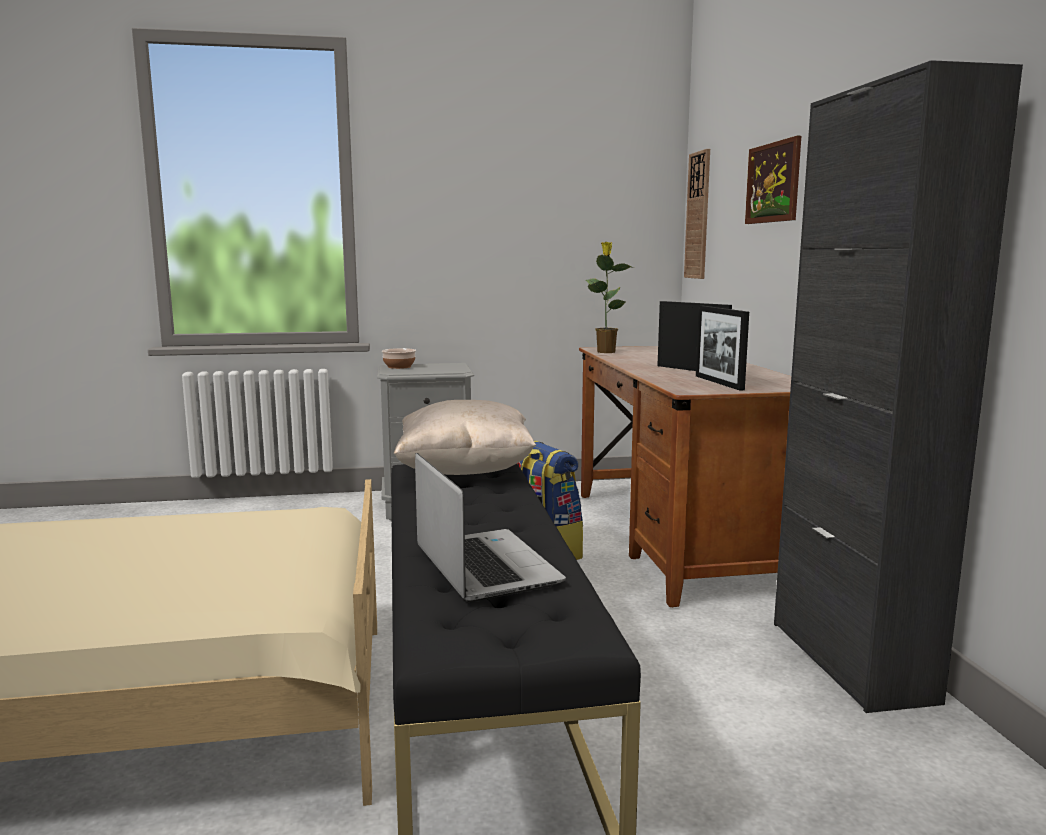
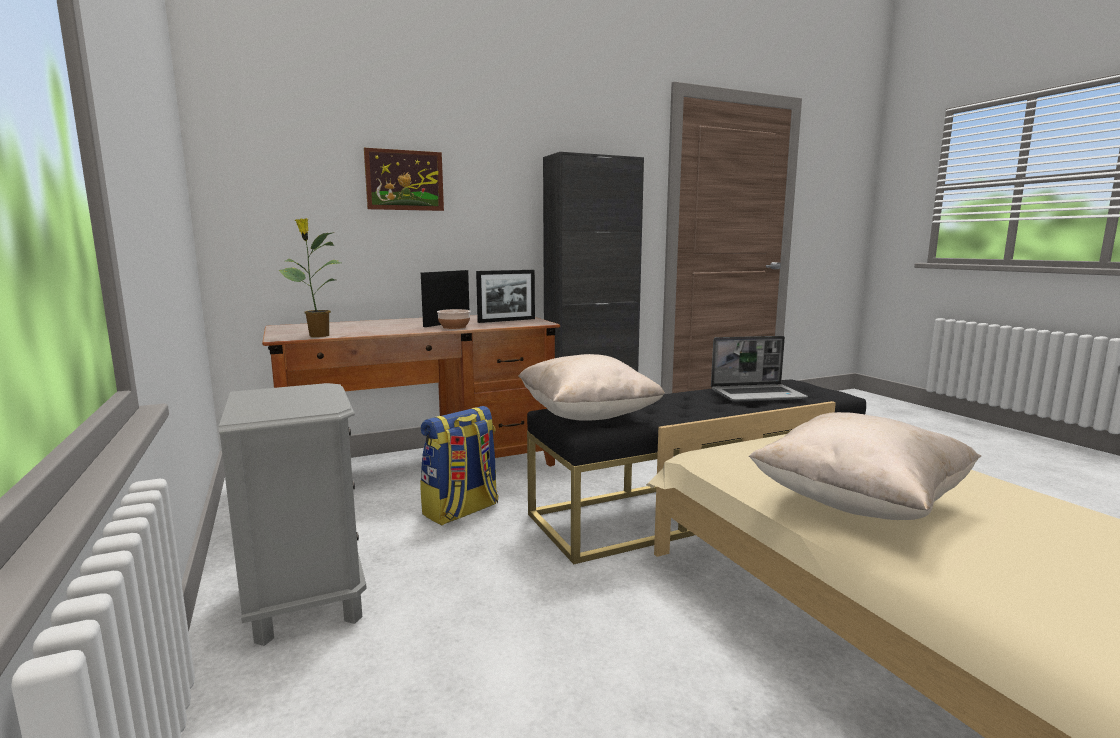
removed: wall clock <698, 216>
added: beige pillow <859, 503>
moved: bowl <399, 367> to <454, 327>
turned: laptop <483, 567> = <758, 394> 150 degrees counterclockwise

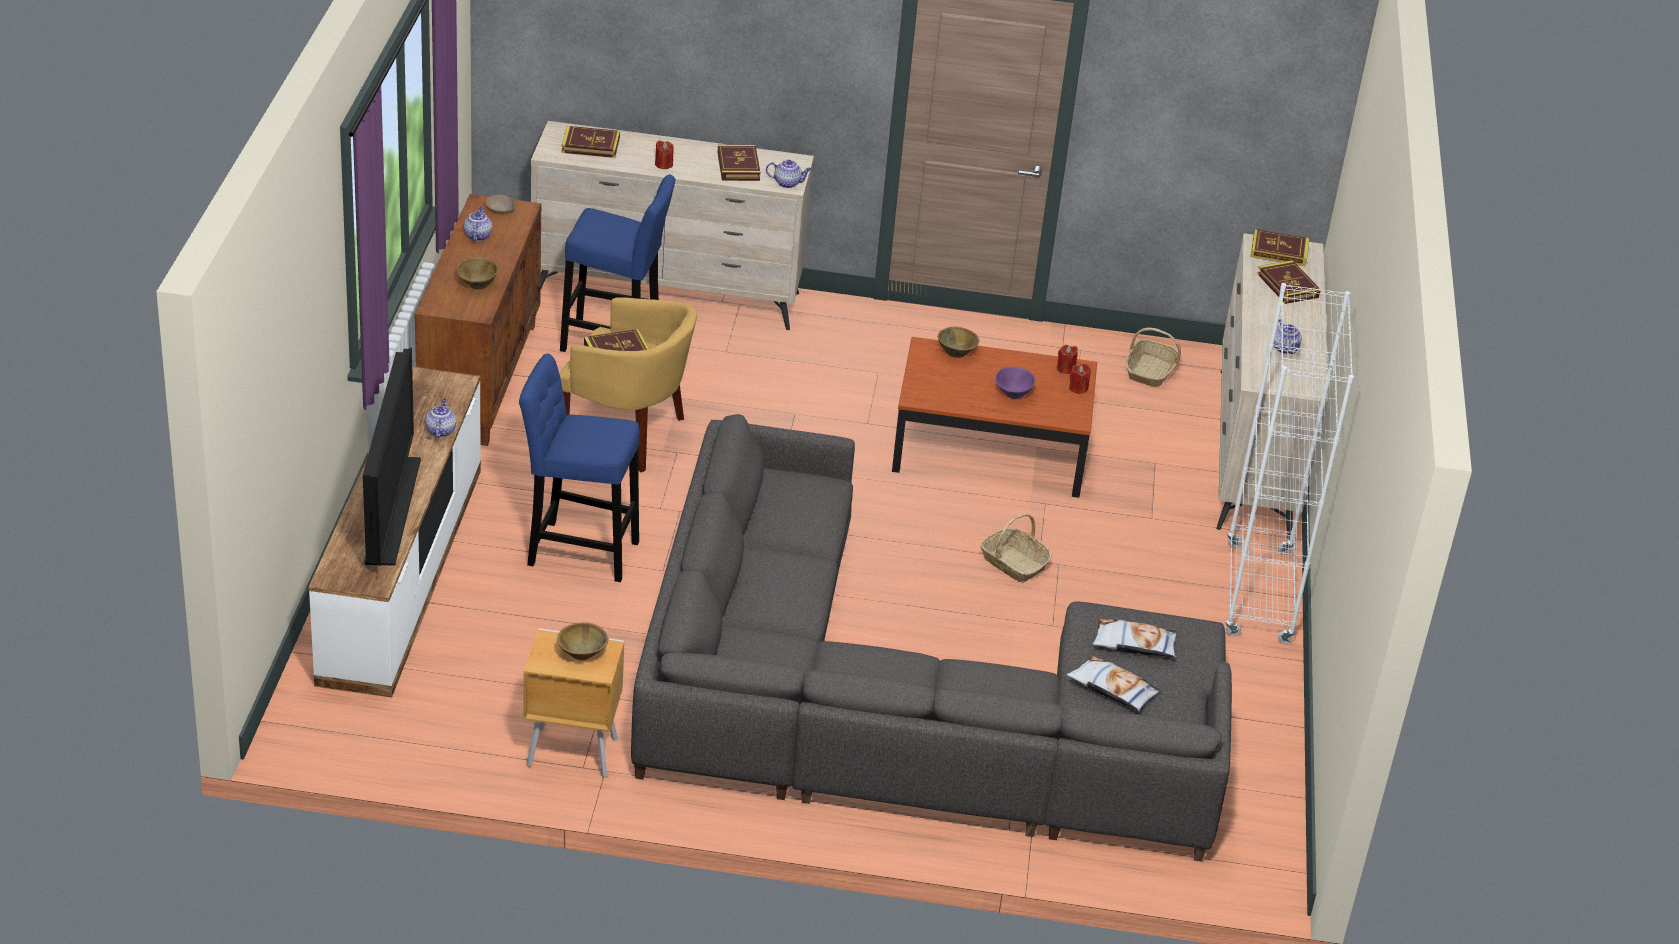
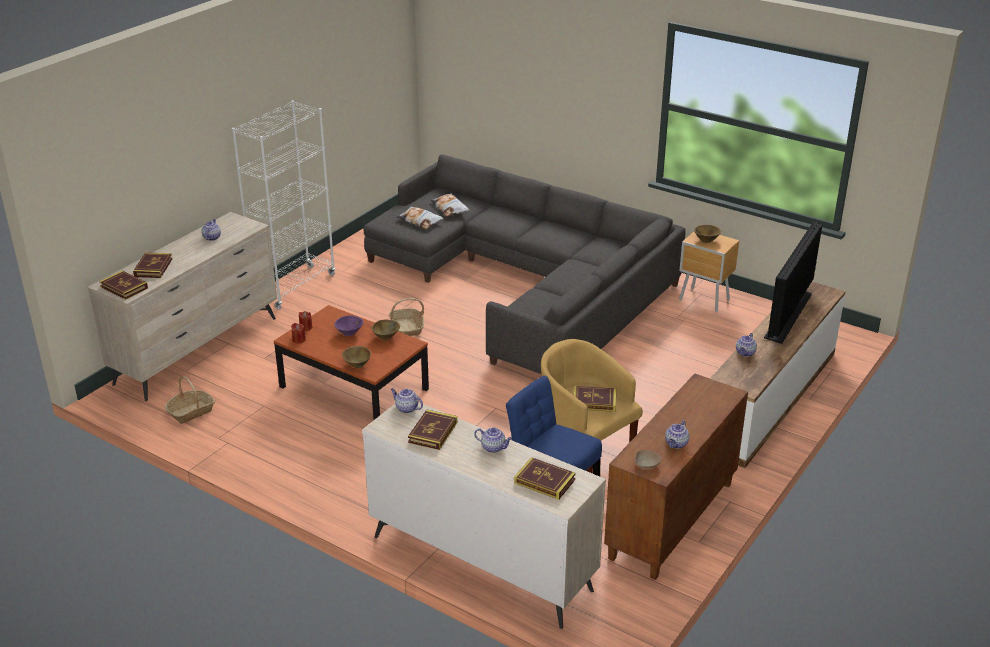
removed: blue stool <577, 550>
moved: brown bowl <477, 284> to <386, 337>
replaced: red candle <663, 164> to teapot <493, 447>

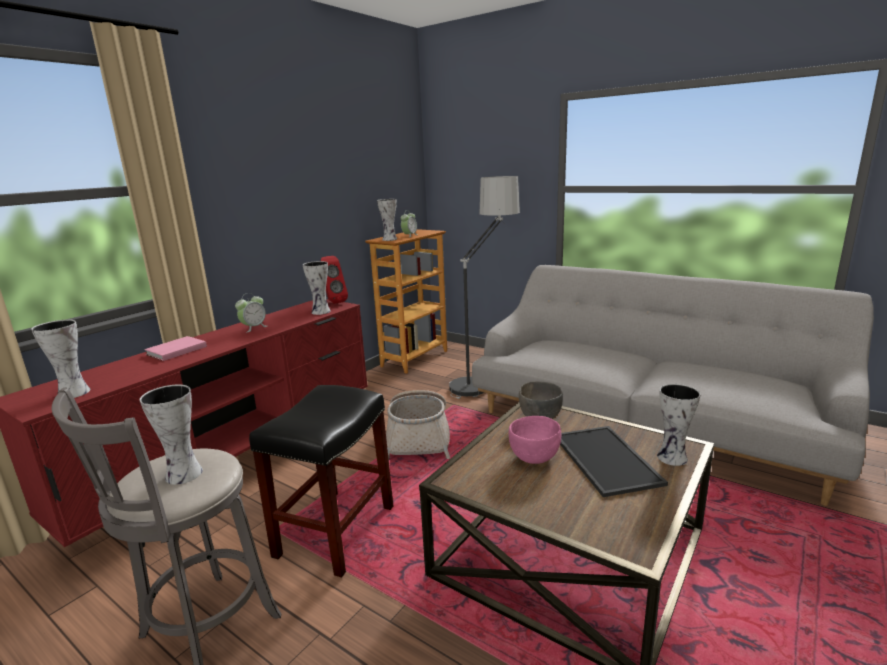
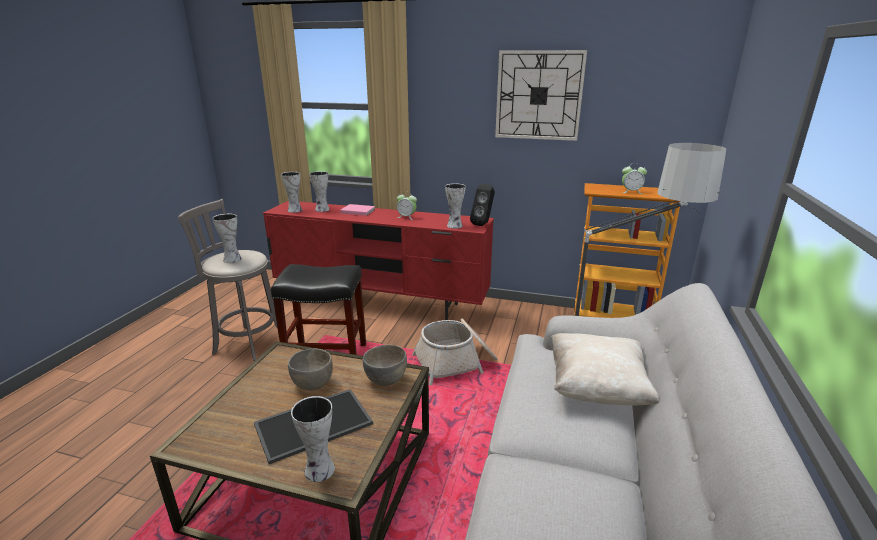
added: wall clock <539, 95>; beige pillow <596, 388>
moved: vase <390, 239> to <321, 209>
recoloured: red speaker <333, 302> to black speaker <483, 224>; pink bowl <535, 458> to grey bowl <313, 384>

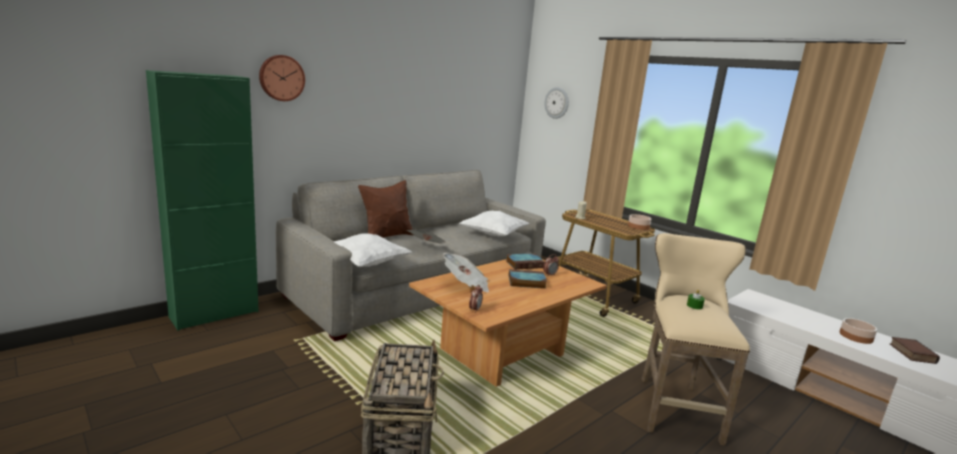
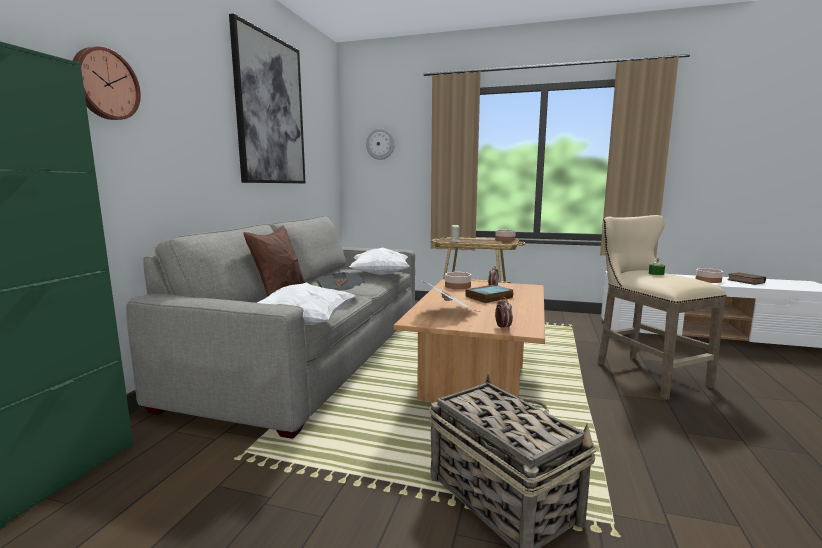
added: picture <270, 111>
replaced: book <525, 264> to bowl <458, 286>

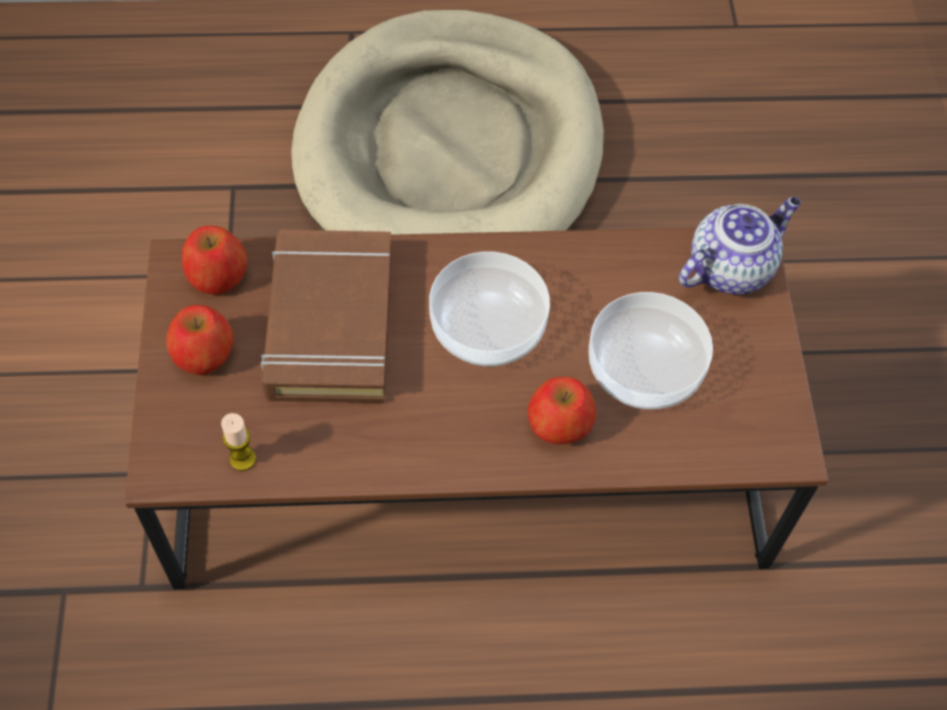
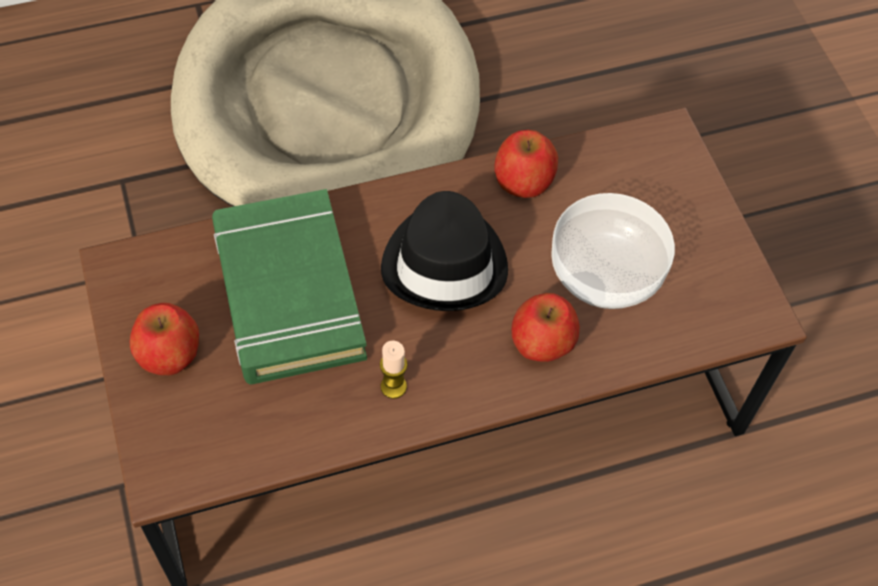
removed: teapot <730, 267>
moved: apple <217, 275> to <524, 179>; candle <242, 459> to <393, 387>
replaced: bowl <489, 327> to black hat <446, 262>
recoloured: brown book <329, 323> to green book <288, 293>

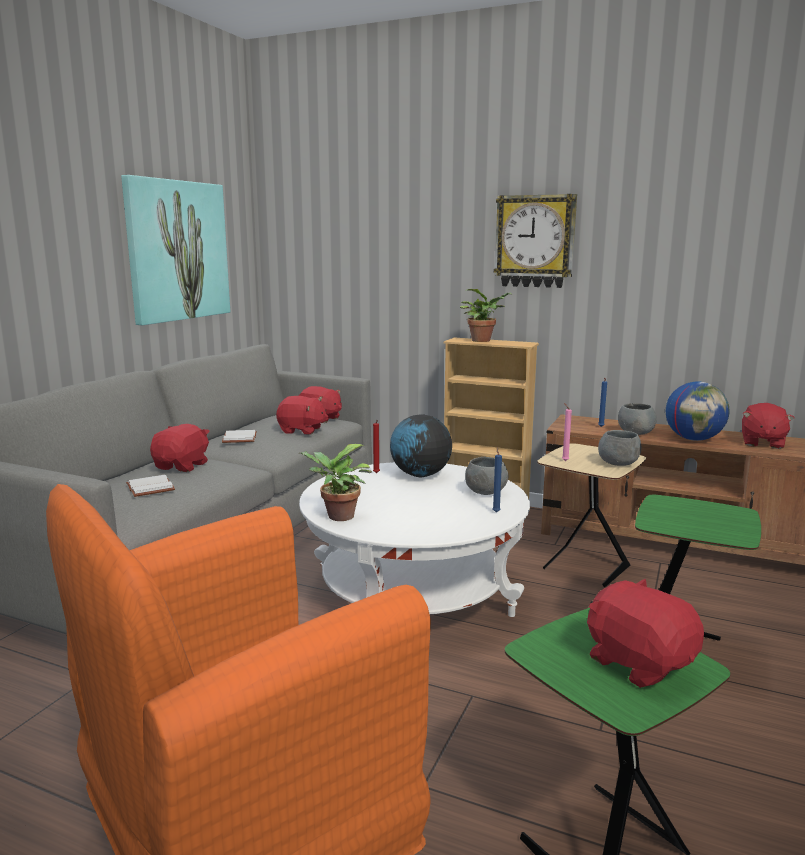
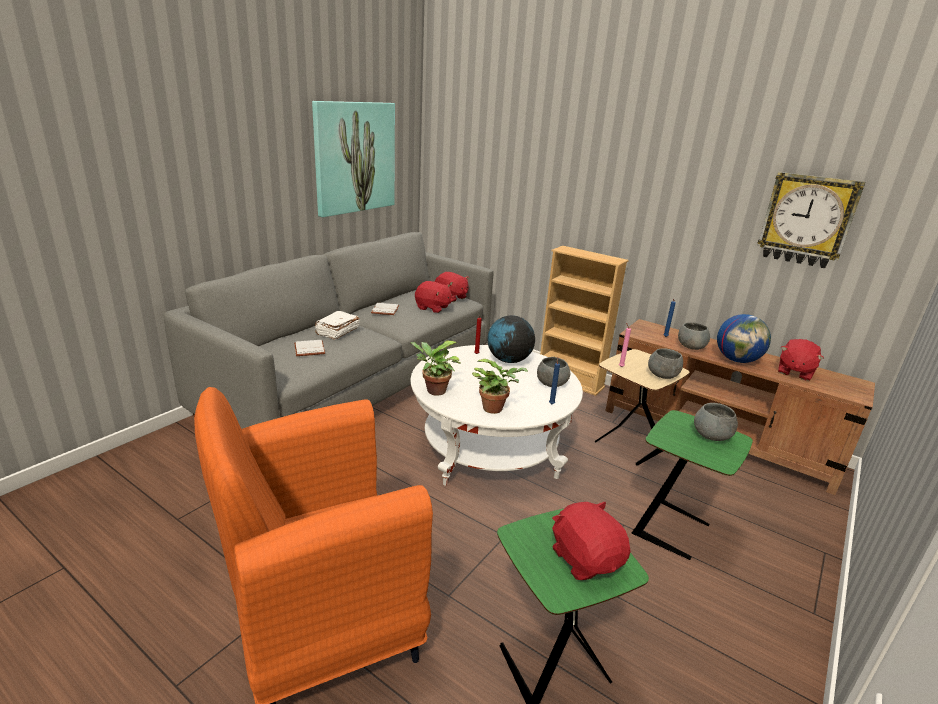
added: grey bowl <712, 436>
moved: potted plant <483, 340> to <495, 408>; wall clock <535, 241> to <807, 220>
replaced: red plush toy <182, 466> to white book <337, 332>

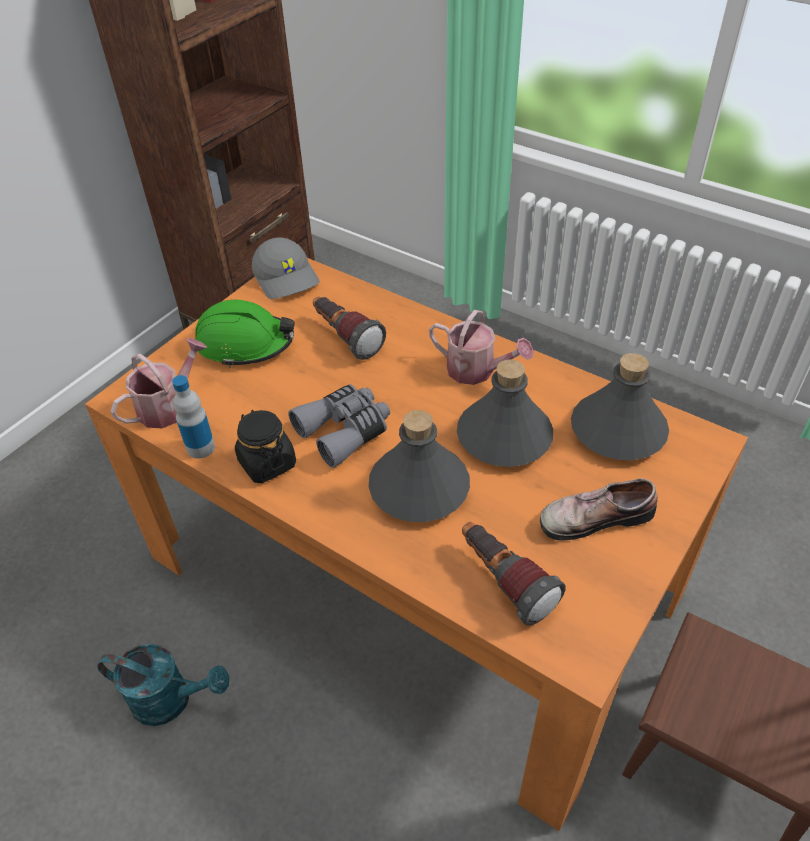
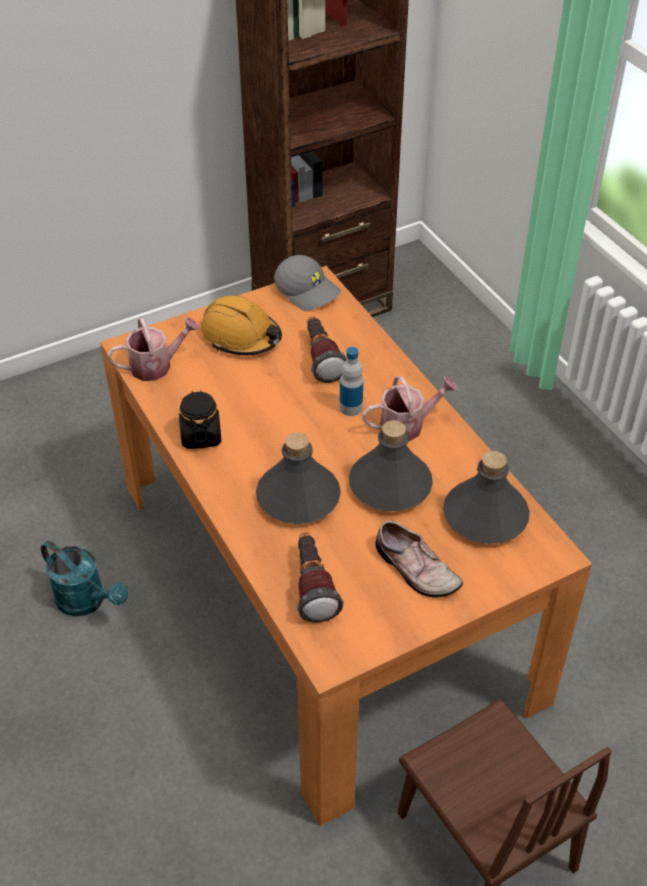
removed: grey binoculars <345, 430>
moved: bottle <200, 447> to <351, 407>
recoloured: green hard hat <245, 344> to orange hard hat <241, 336>
turned: grey cap <287, 278> = <308, 290> 45 degrees counterclockwise; watering can <477, 371> = <407, 425> 75 degrees counterclockwise; shoe <594, 516> = <414, 570> 150 degrees counterclockwise

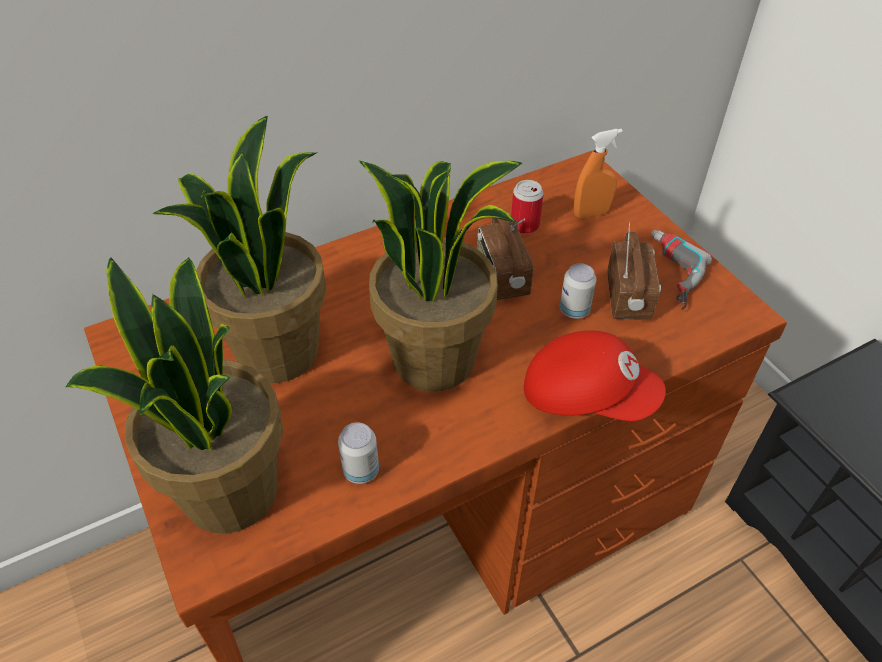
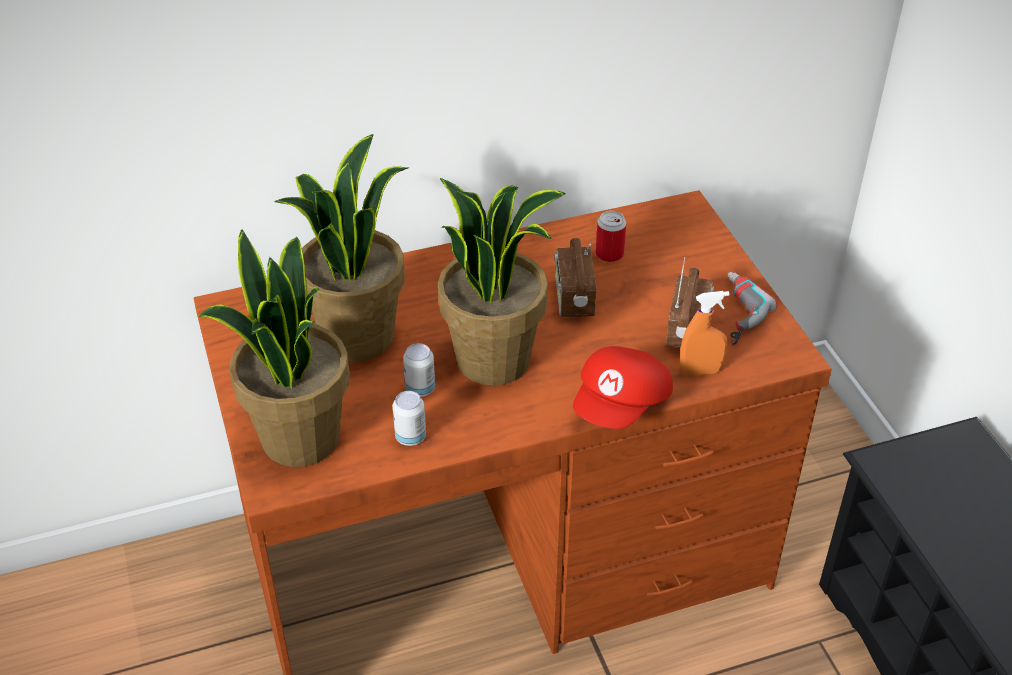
moved: can <574, 310> to <420, 389>; orange spray bottle <591, 213> to <700, 371>
turned: red cap <587, 395> = <621, 405> 90 degrees clockwise

